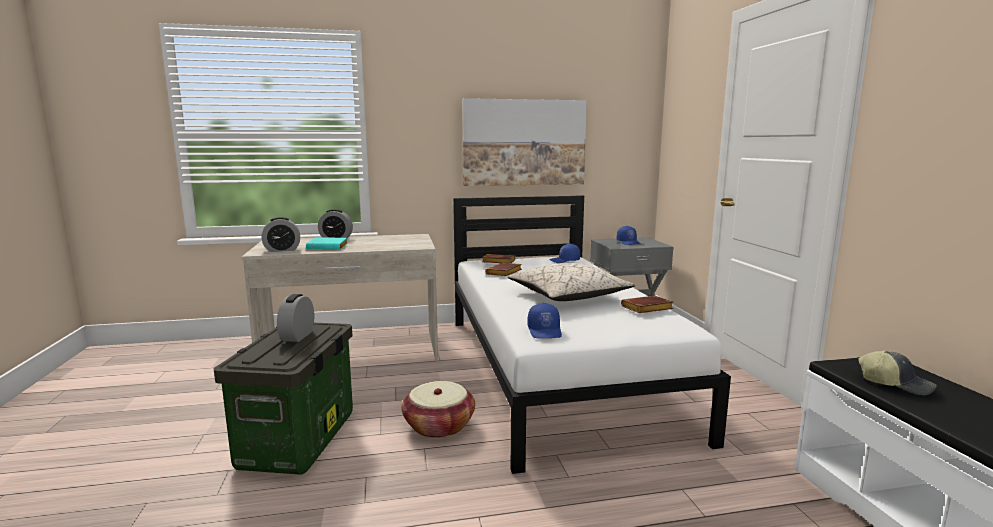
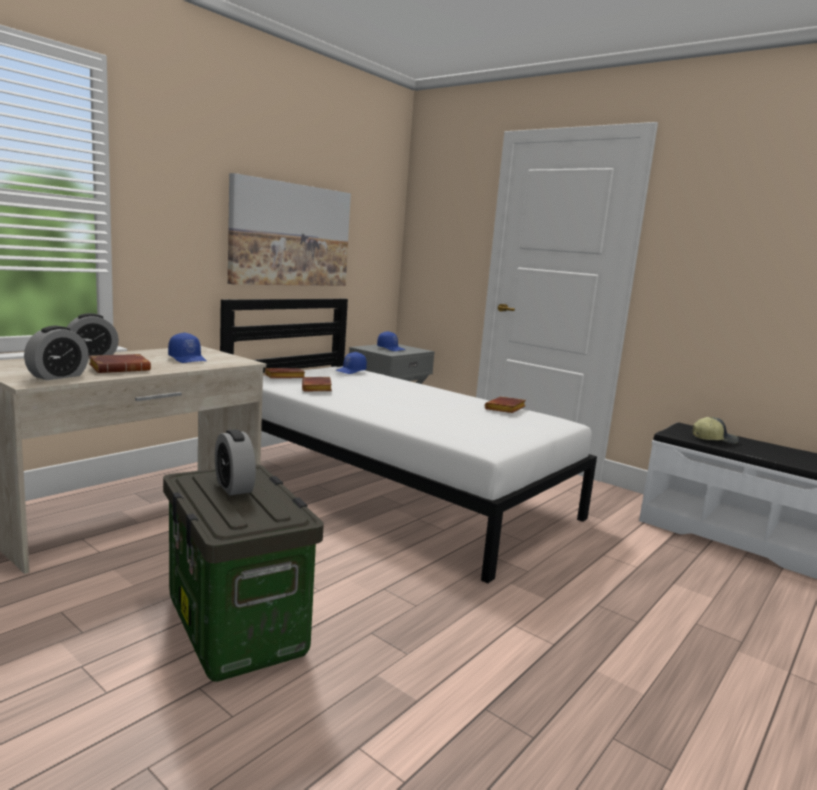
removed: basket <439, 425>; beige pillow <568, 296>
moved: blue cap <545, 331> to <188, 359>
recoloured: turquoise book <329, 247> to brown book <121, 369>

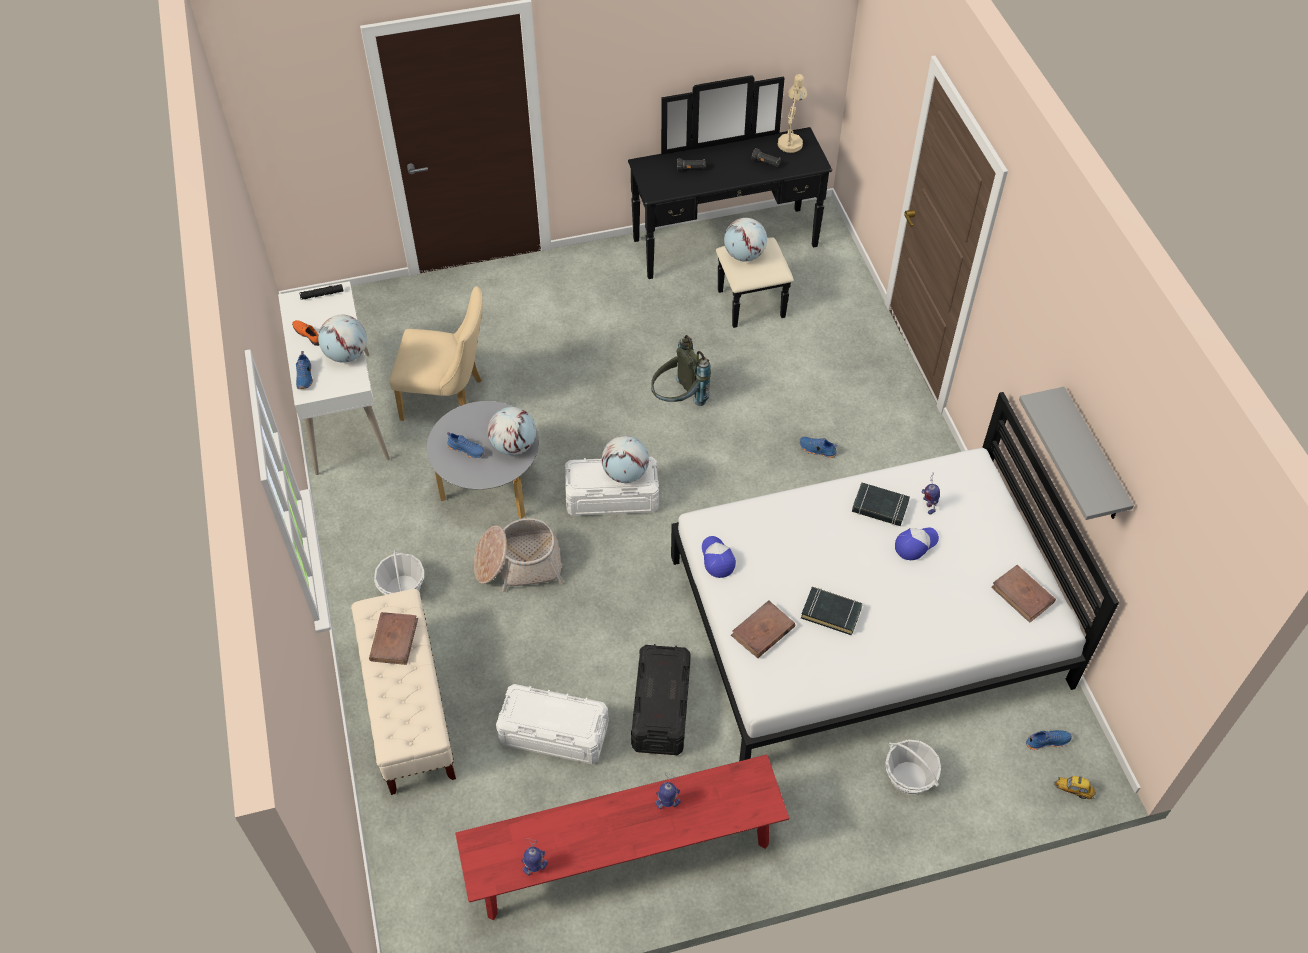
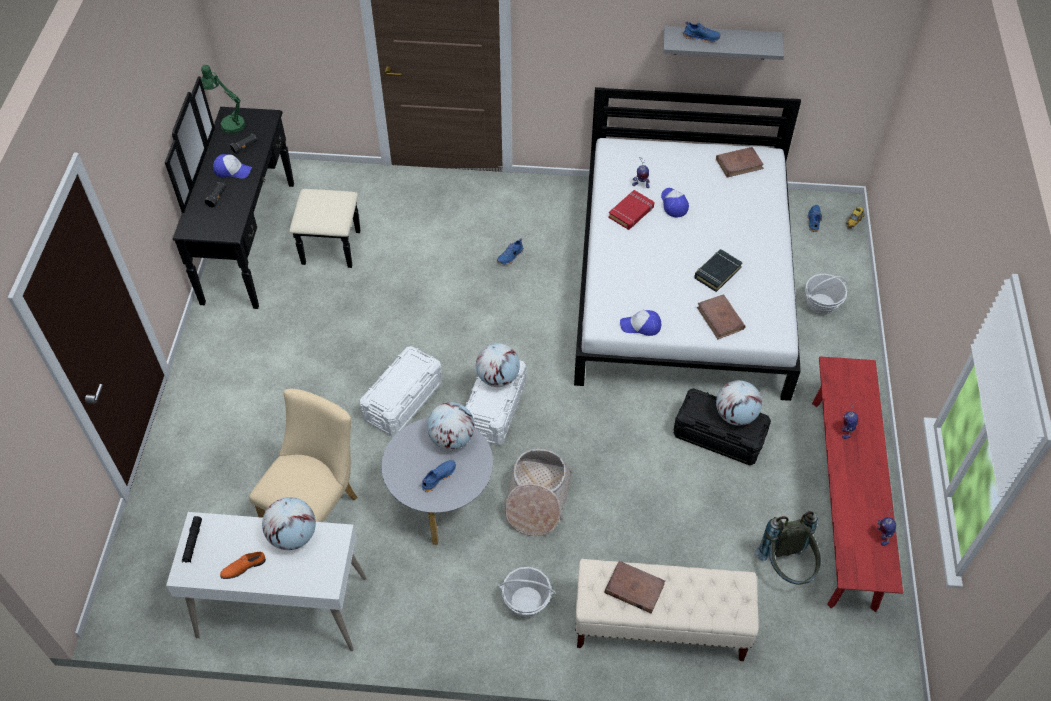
added: cap <232, 170>
moved: blue shoe <305, 377> to <701, 37>; white storage box <554, 733> to <403, 400>; grey backpack <678, 400> to <787, 568>; globe <744, 255> to <735, 415>
recoloured: beige table lamp <791, 140> to green table lamp <229, 123>; black book <880, 507> to red book <631, 212>

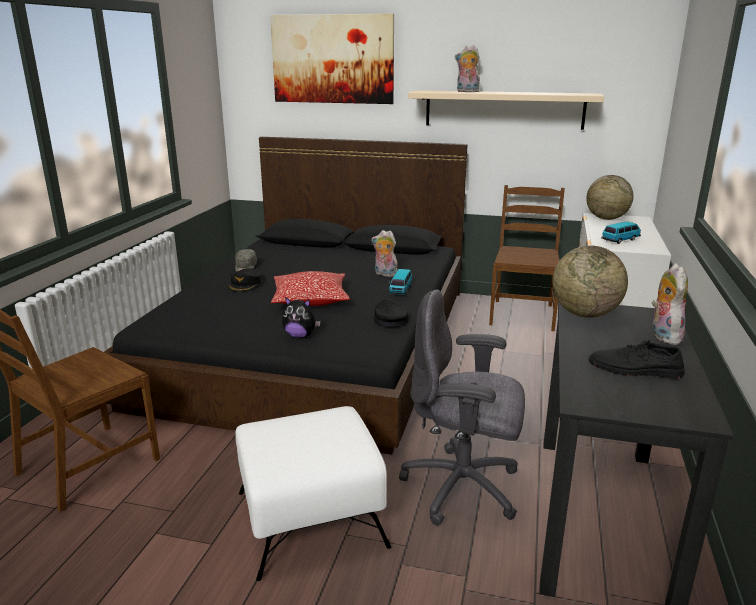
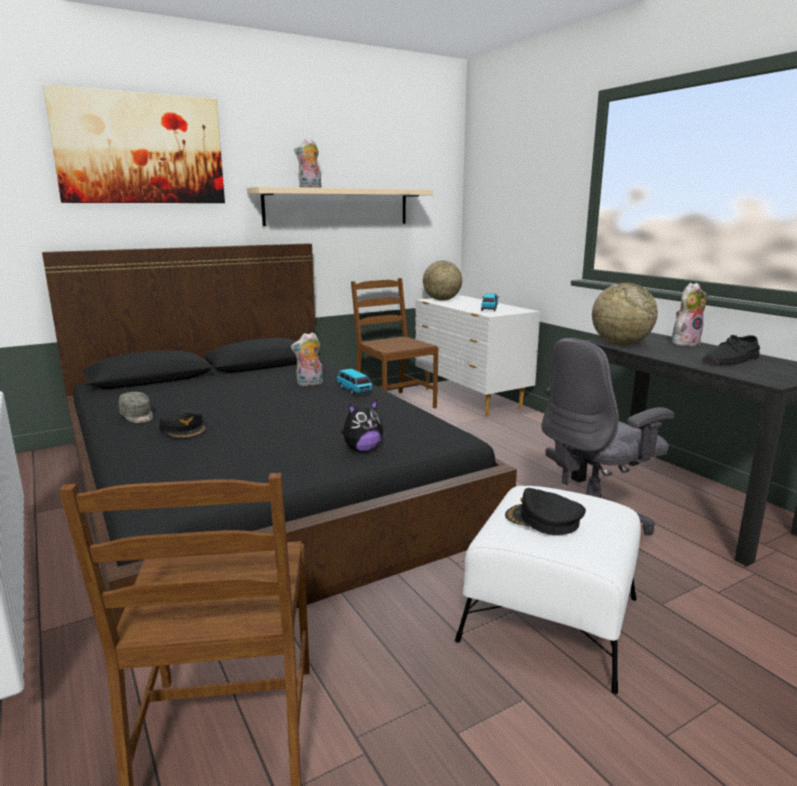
removed: pillow <310, 300>
moved: black cap <389, 319> to <543, 520>
turned: plush toy <663, 336> = <685, 343> 105 degrees clockwise

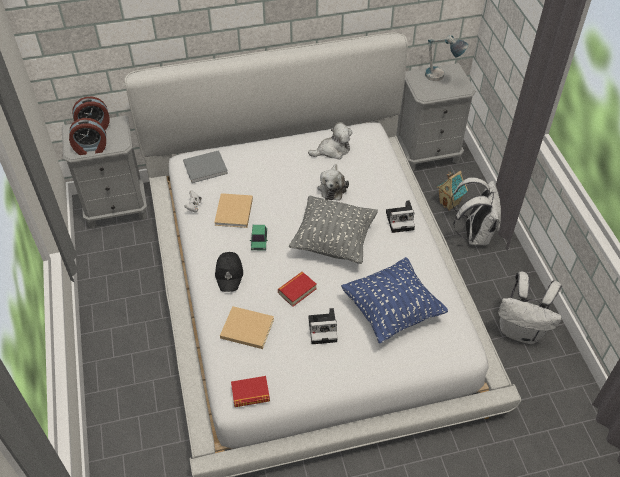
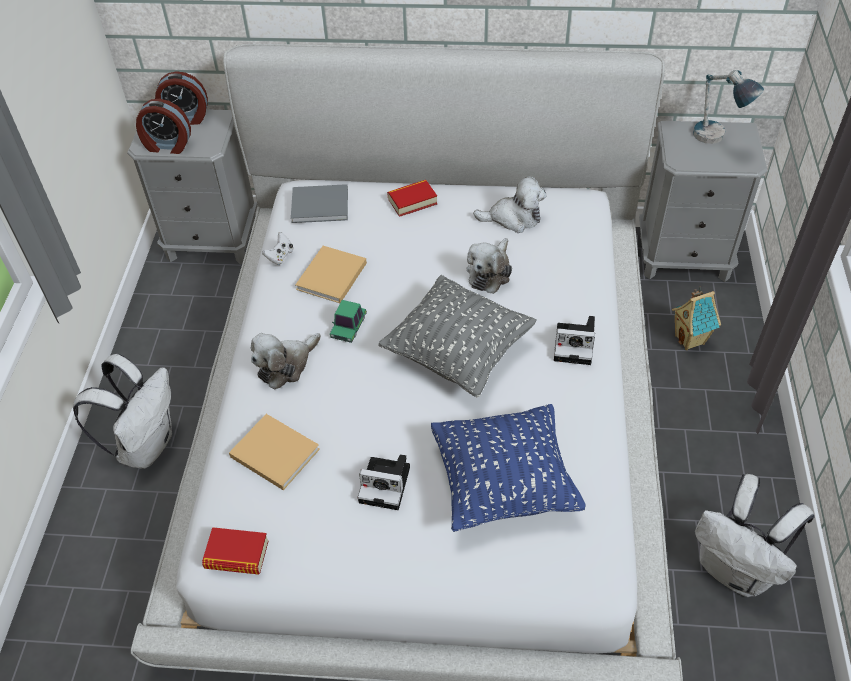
moved: book <297, 291> to <412, 201>; white backpack <474, 234> to <146, 445>
replaced: black cap <229, 274> to plush toy <286, 365>

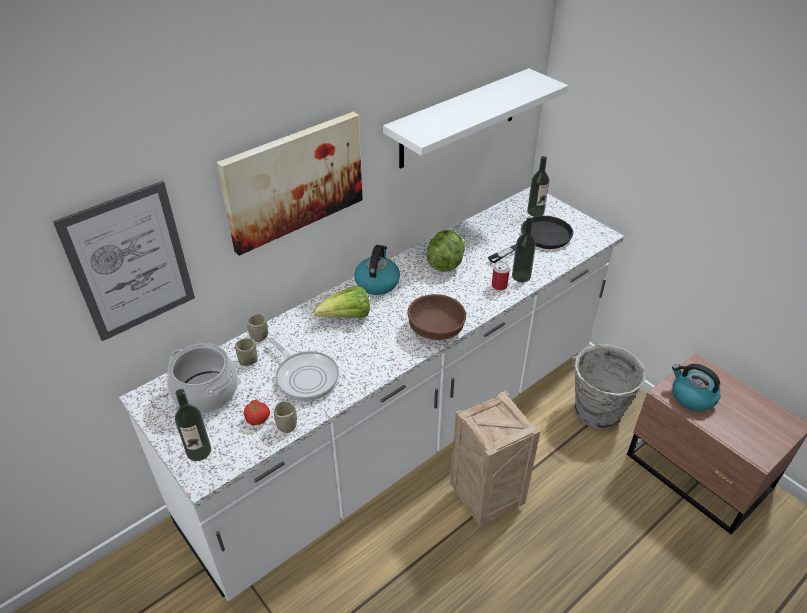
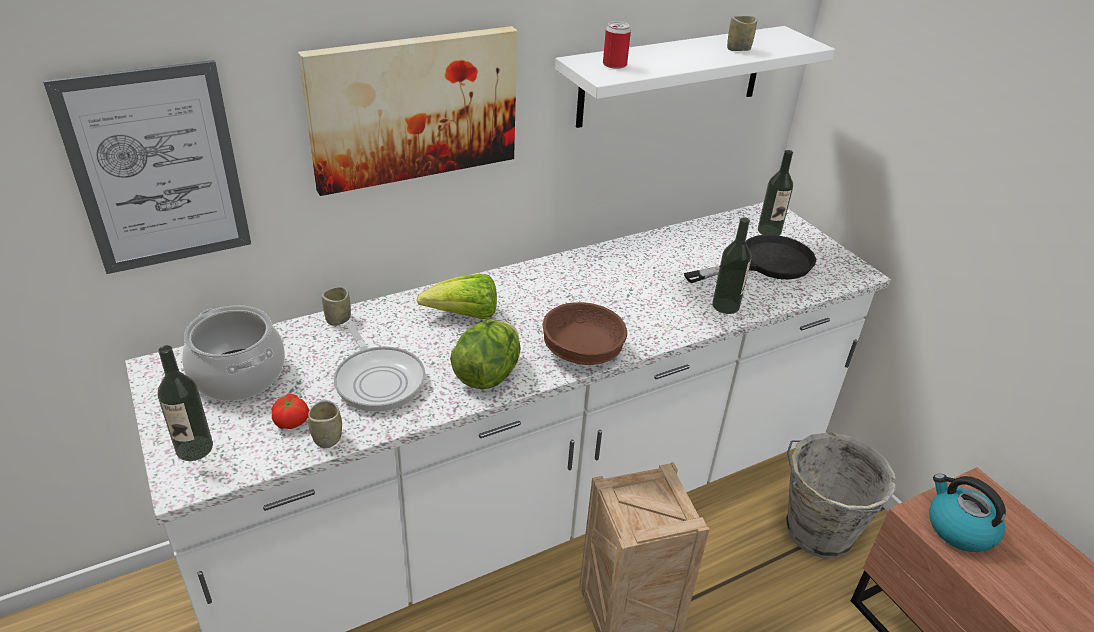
removed: kettle <377, 282>
moved: cup <248, 360> to <738, 49>; lettuce <445, 263> to <487, 375>; can <499, 286> to <614, 65>

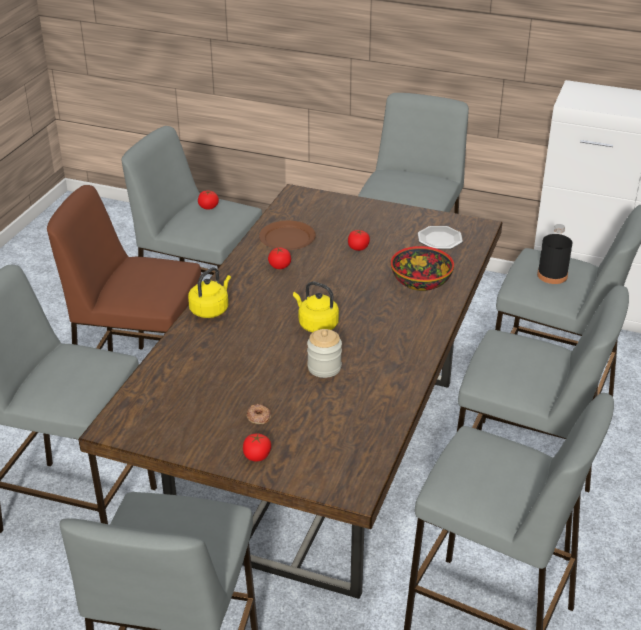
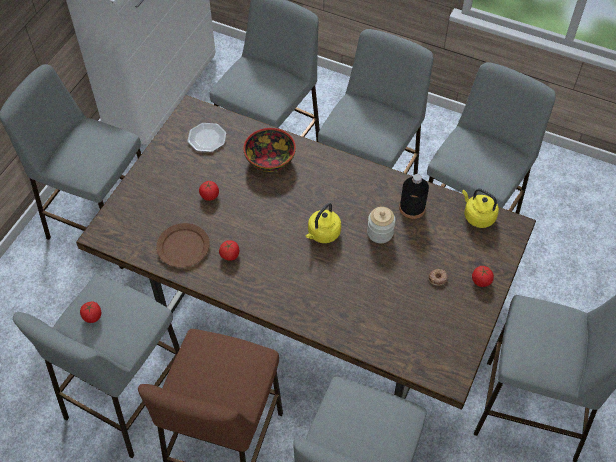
moved: yellow kettle <210, 309> to <477, 216>; black bottle <552, 275> to <412, 208>

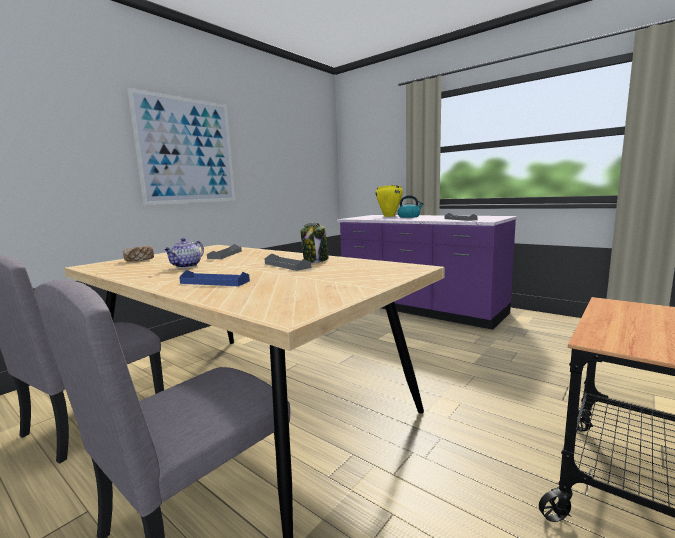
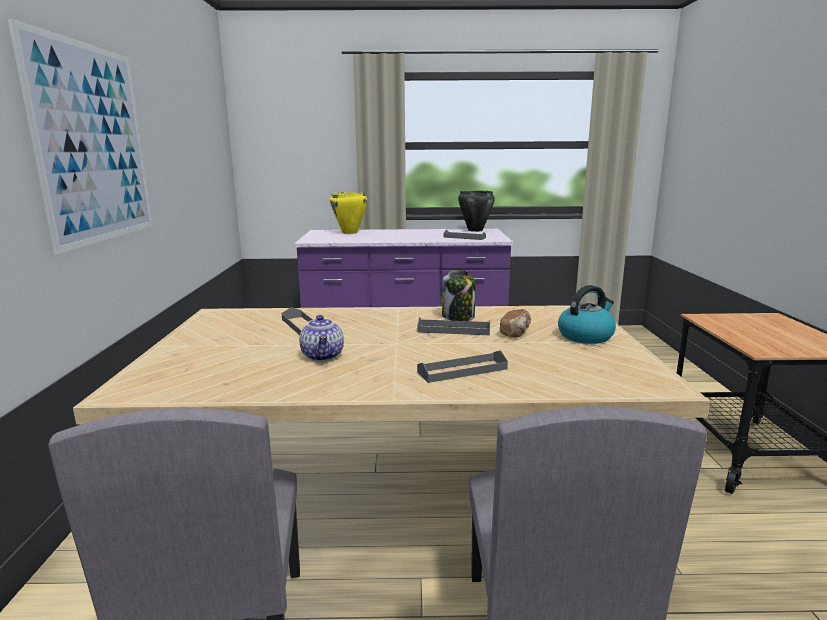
added: black cooking pot <475, 230>
moved: bread <139, 260> to <516, 333>; kettle <409, 217> to <586, 336>
recoloured: blue tray <214, 282> to grey tray <462, 370>

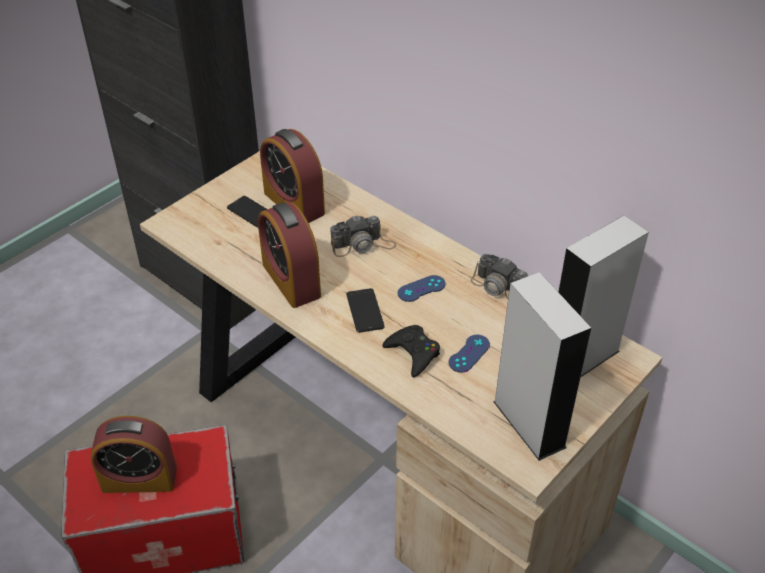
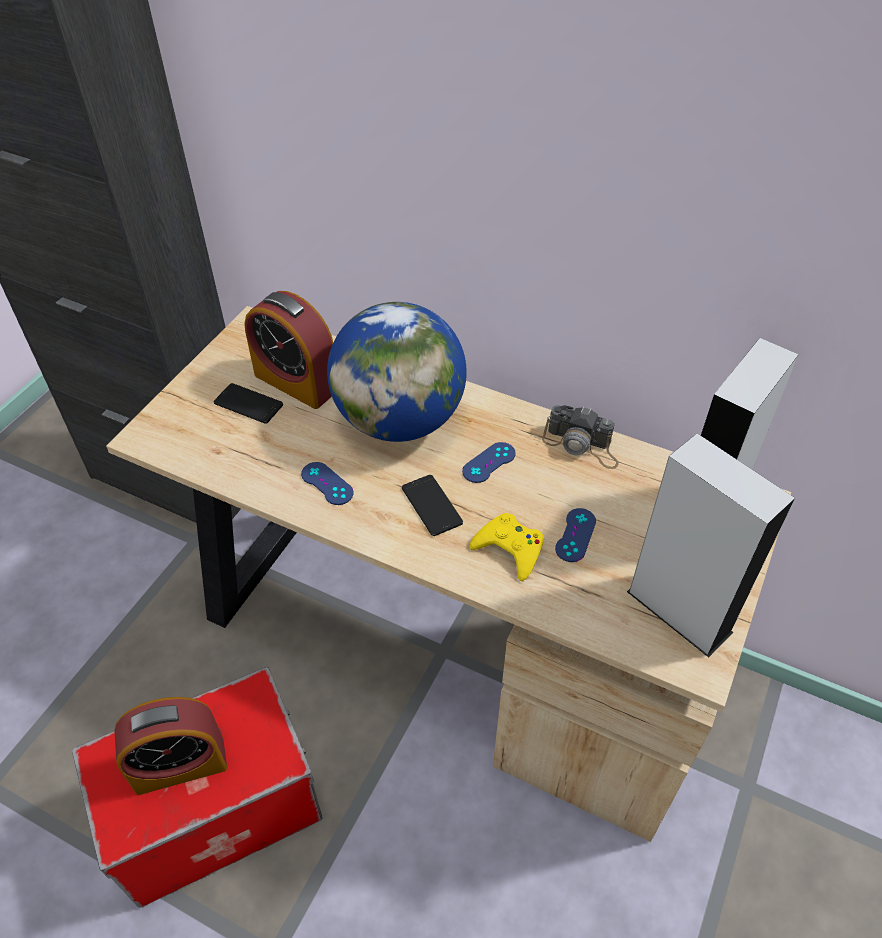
replaced: alarm clock <291, 280> to blue game controller <327, 483>; photo camera <363, 245> to globe <399, 420>
recoloured: black game controller <413, 353> to yellow game controller <510, 549>

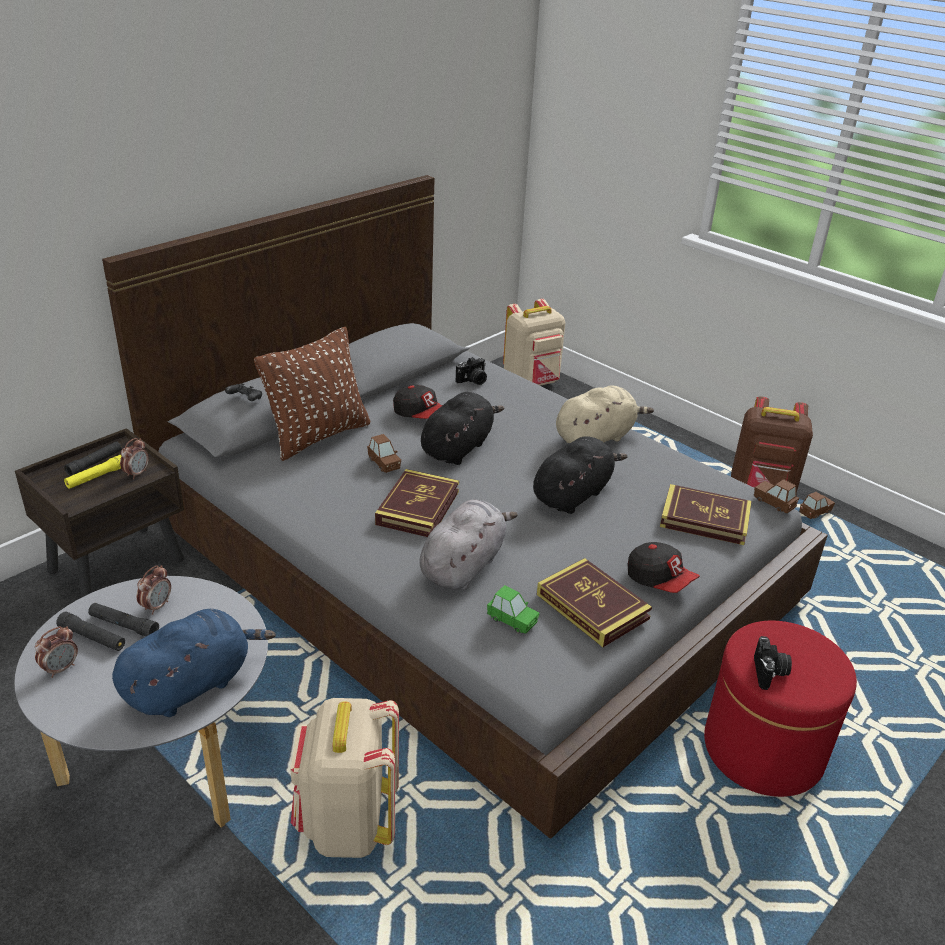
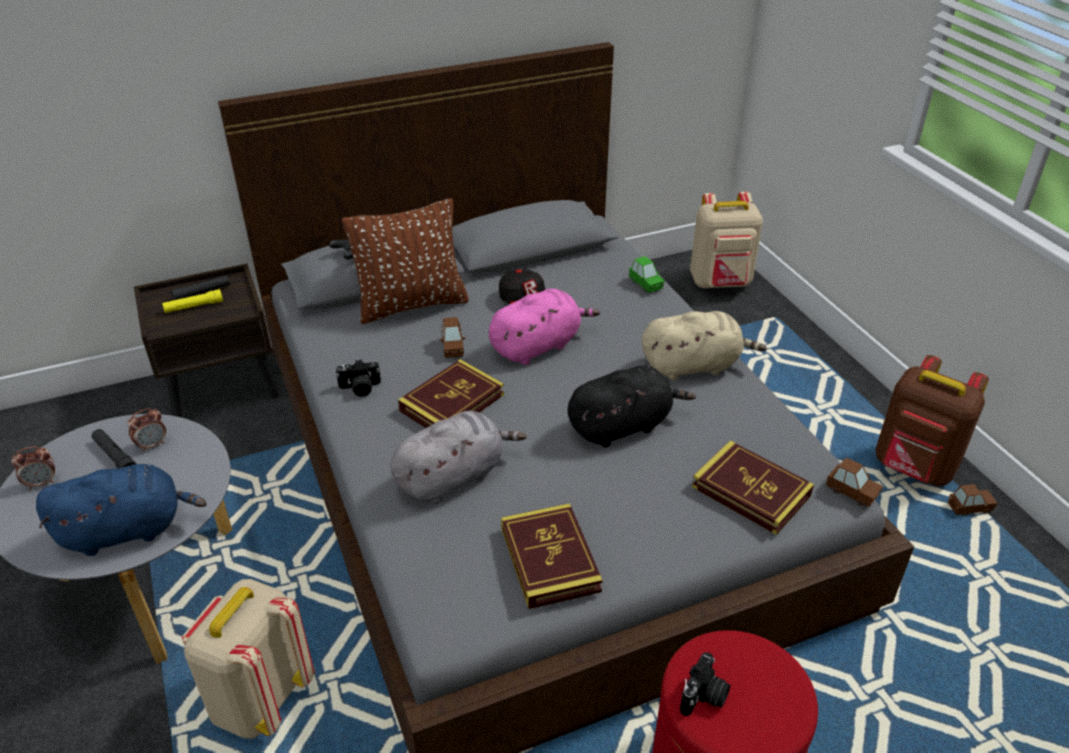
removed: black flashlight <92, 638>; alarm clock <137, 474>; cap <660, 580>
moved: photo camera <473, 381> to <360, 388>; green toy car <512, 620> to <645, 284>
recoloured: black plush toy <458, 448> to pink plush toy <538, 346>
turned: brown toy car <773, 503> = <851, 492> 150 degrees clockwise

